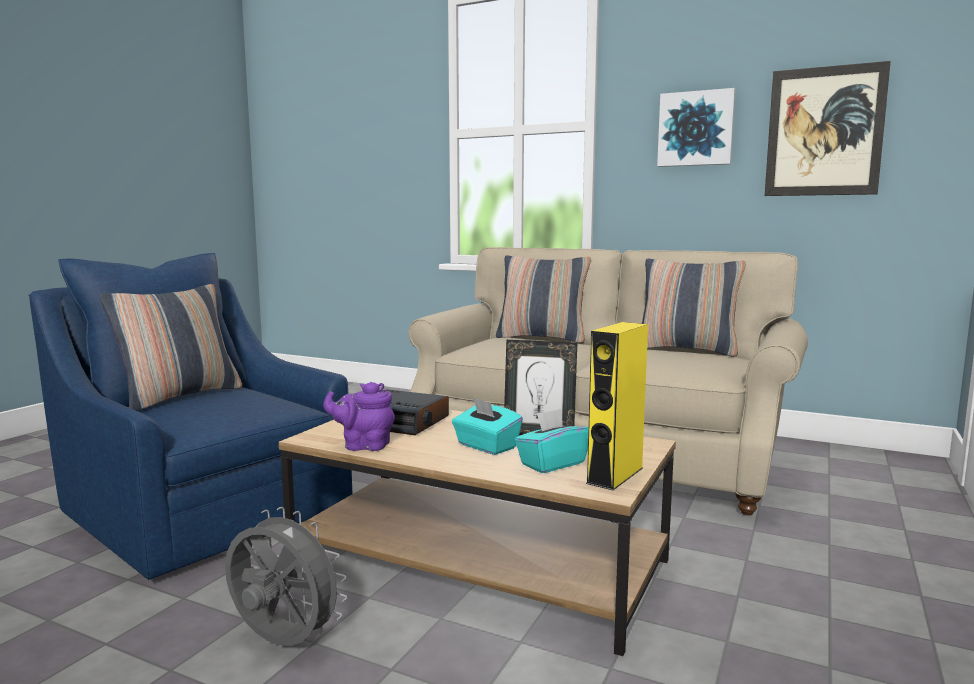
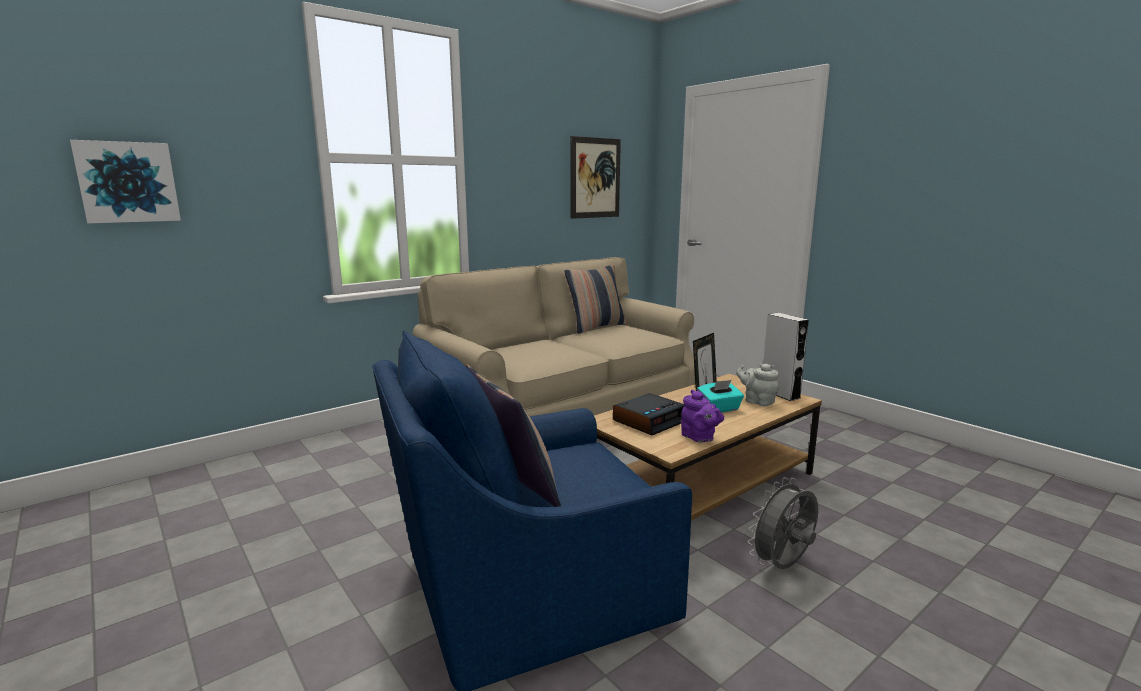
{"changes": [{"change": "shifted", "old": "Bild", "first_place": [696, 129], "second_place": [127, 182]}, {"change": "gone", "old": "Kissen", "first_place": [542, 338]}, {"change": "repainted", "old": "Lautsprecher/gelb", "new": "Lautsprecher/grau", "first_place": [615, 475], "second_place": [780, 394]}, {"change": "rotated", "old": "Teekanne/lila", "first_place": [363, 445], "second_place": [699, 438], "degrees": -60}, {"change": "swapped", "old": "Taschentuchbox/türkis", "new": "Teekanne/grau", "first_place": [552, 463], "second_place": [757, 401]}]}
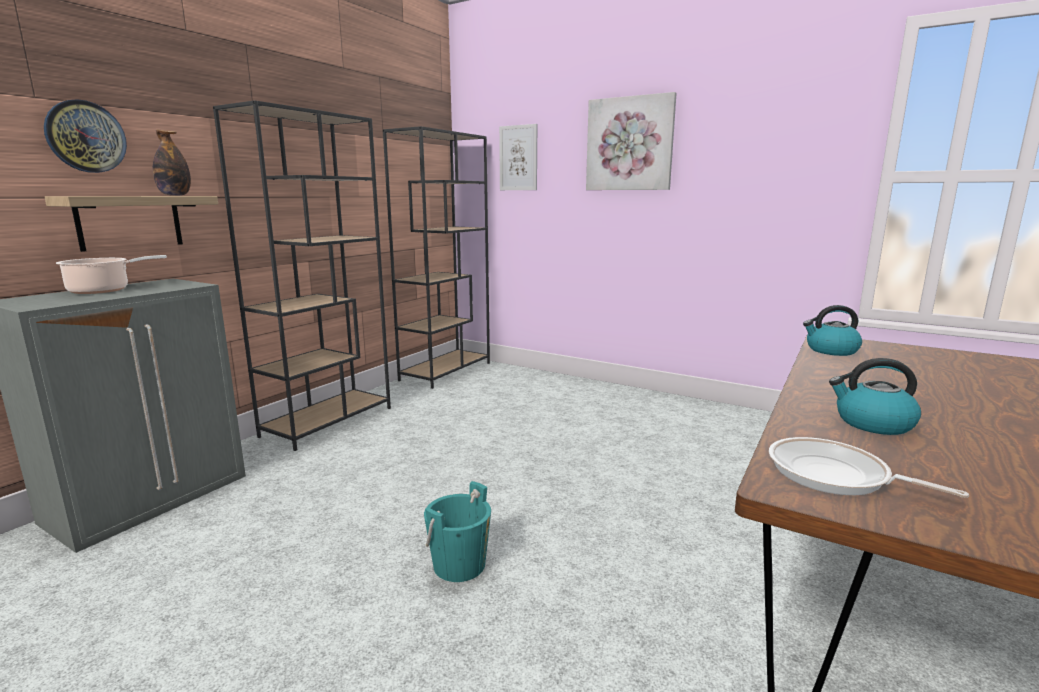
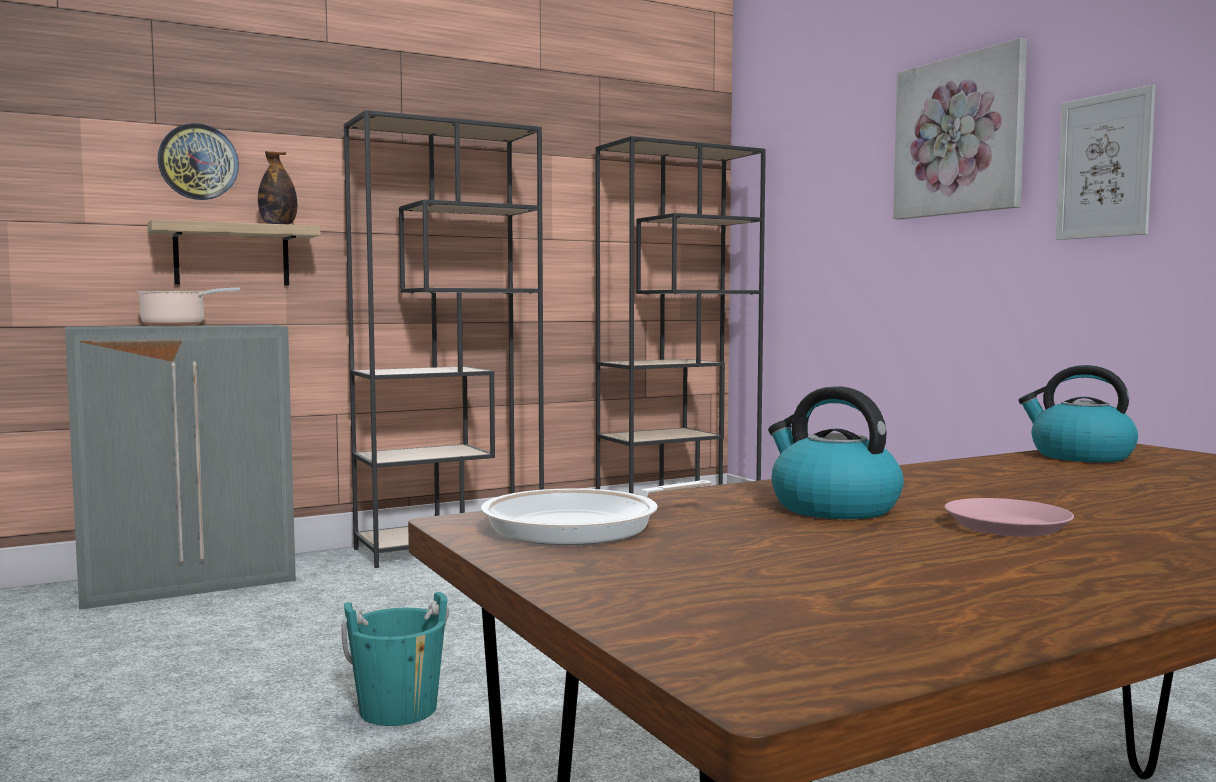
{"changes": [{"change": "shifted", "old": "Bild", "first_place": [518, 158], "second_place": [1104, 166]}, {"change": "rotated", "old": "Pfanne", "first_place": [834, 475], "second_place": [582, 526], "degrees": -105}, {"change": "new", "new": "Teller/rosa", "second_place": [1007, 526]}]}
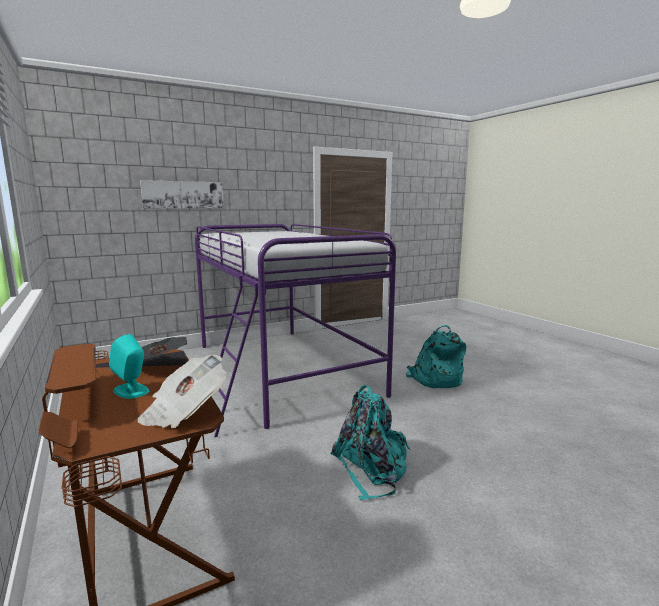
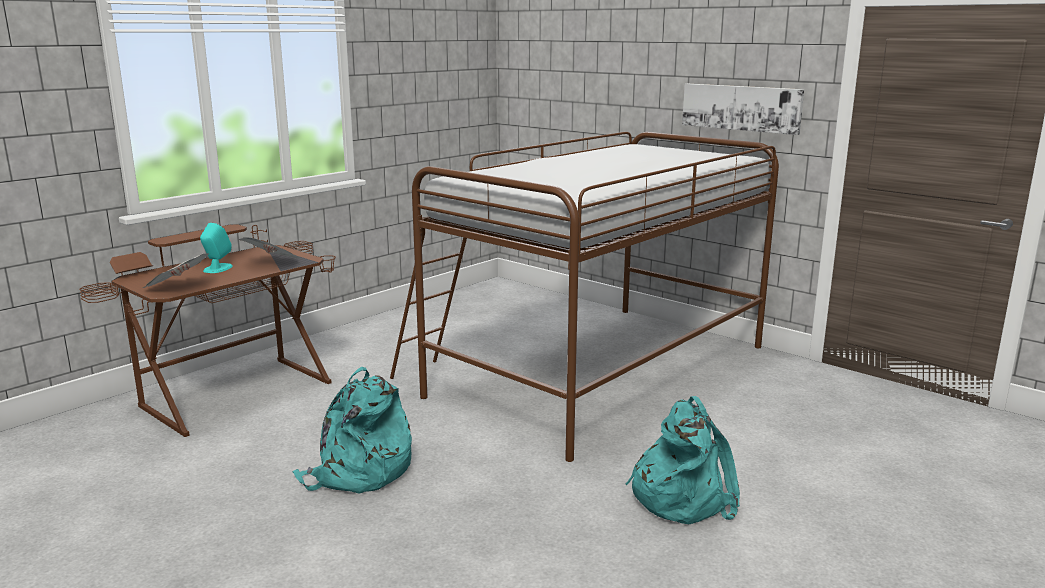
{"changes": [{"change": "shifted", "old": "Bild", "first_place": [183, 194], "second_place": [741, 108]}, {"change": "repainted", "old": "Bett/lila", "new": "Bett/braun", "first_place": [281, 370], "second_place": [597, 371]}]}
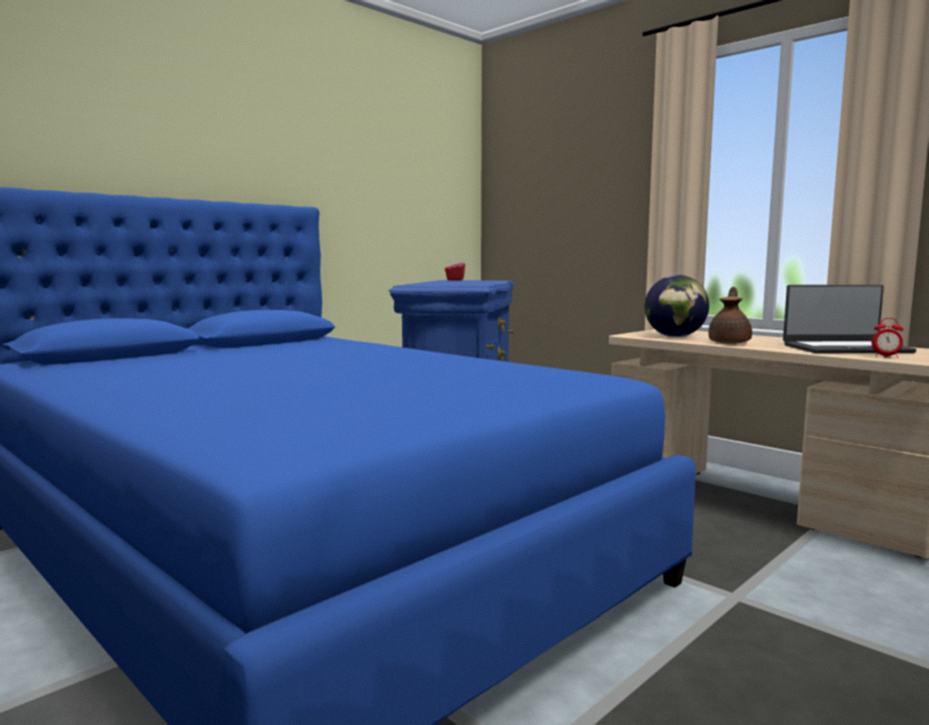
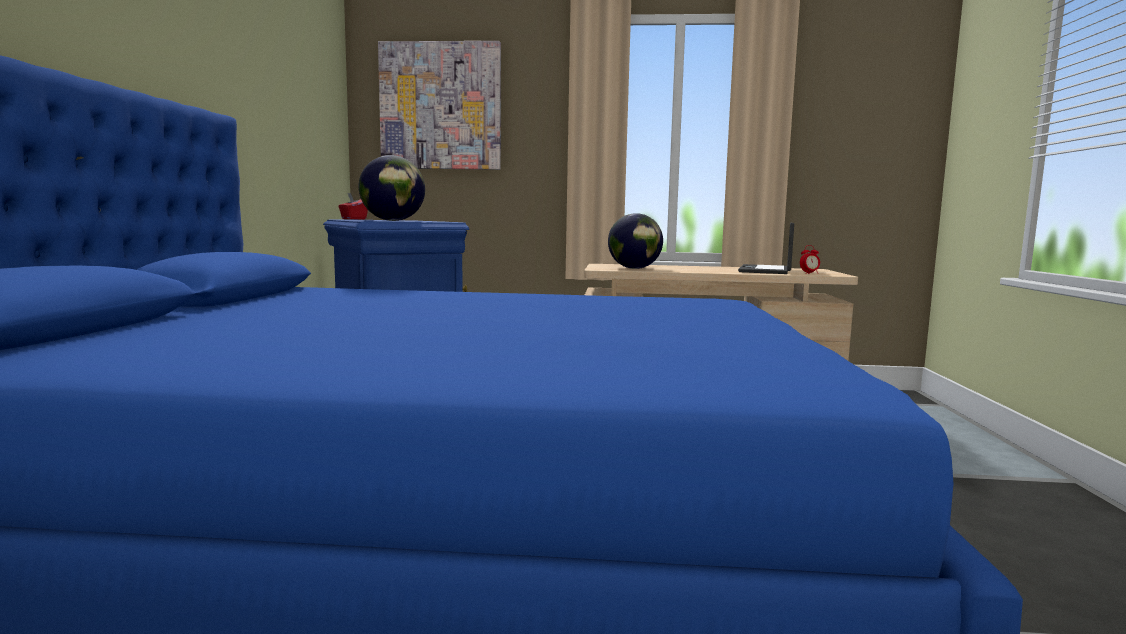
{"changes": [{"change": "rotated", "old": "Laptop", "first_place": [845, 348], "second_place": [766, 270], "degrees": 150}, {"change": "gone", "old": "Teekanne/braun", "first_place": [730, 343]}, {"change": "new", "new": "Bild", "second_place": [440, 106]}, {"change": "new", "new": "Globus", "second_place": [393, 220]}]}
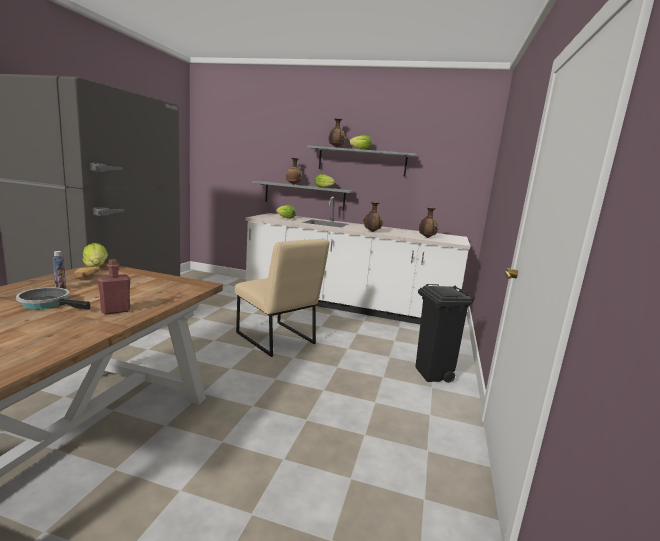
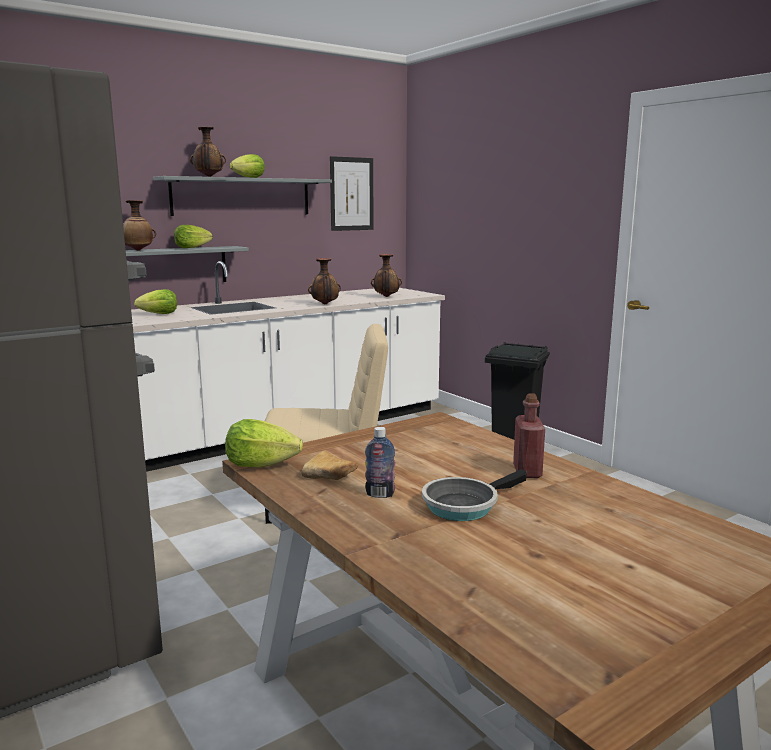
{"changes": [{"change": "new", "new": "Bild", "second_place": [351, 194]}]}
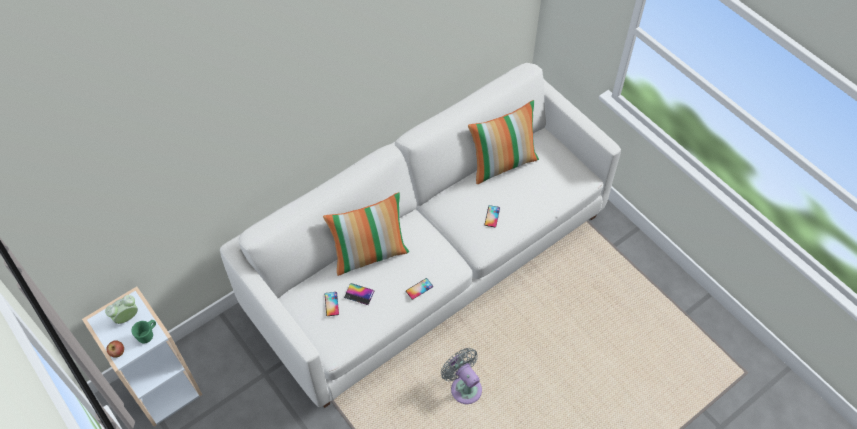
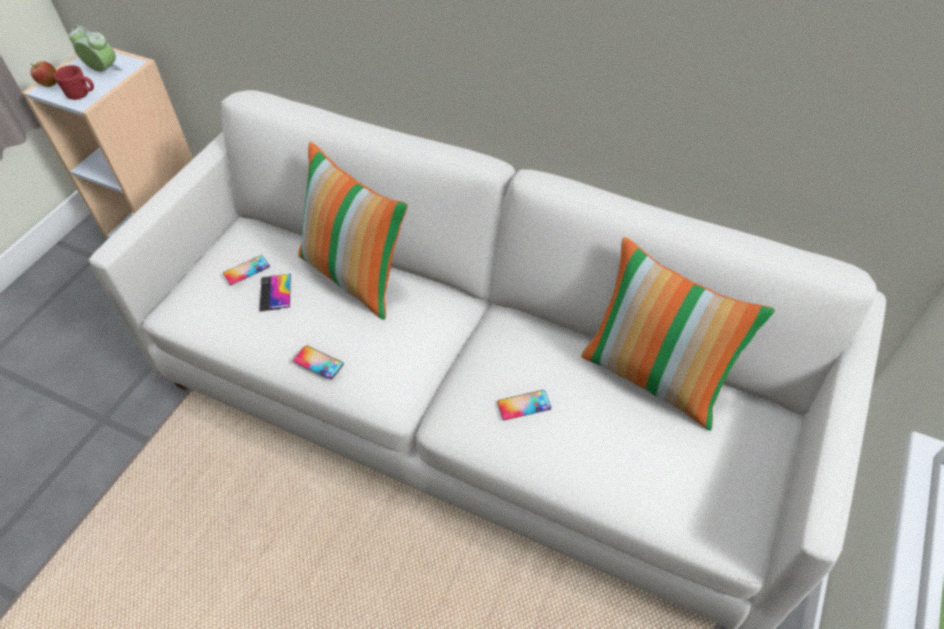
{"changes": [{"change": "repainted", "old": "Henkelbecher/grün", "new": "Henkelbecher/rot", "first_place": [148, 335], "second_place": [82, 95]}, {"change": "gone", "old": "Ventilator/grau", "first_place": [464, 387]}]}
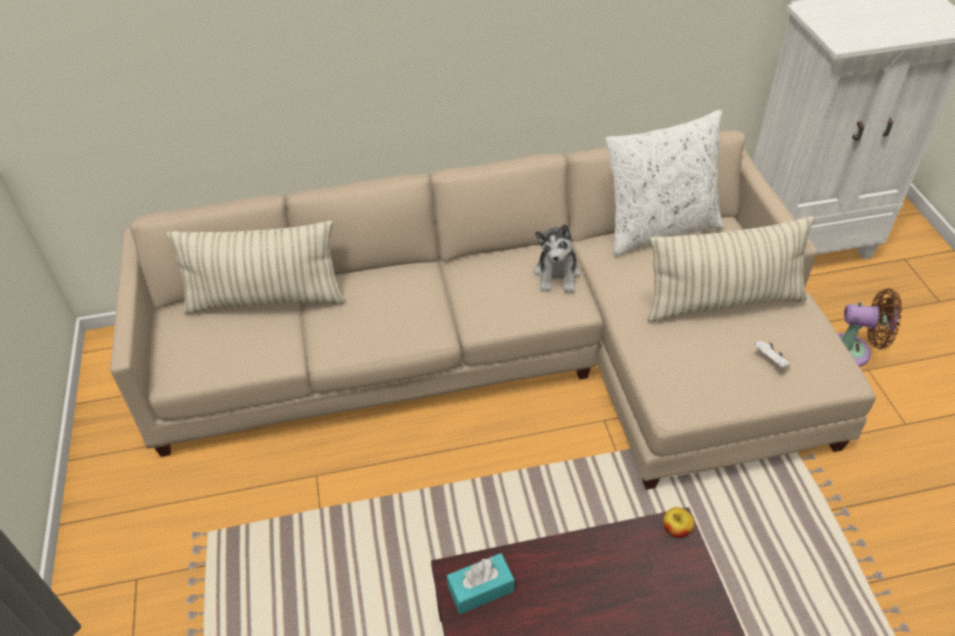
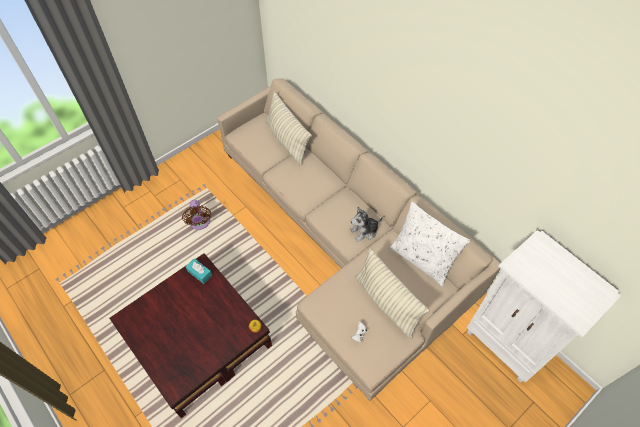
{"changes": [{"change": "shifted", "old": "Ventilator/braun", "first_place": [853, 351], "second_place": [200, 223]}]}
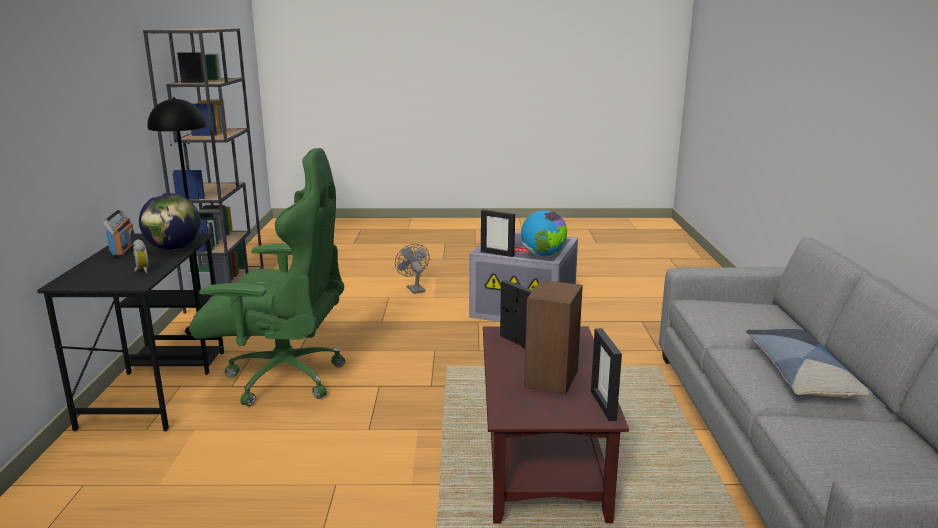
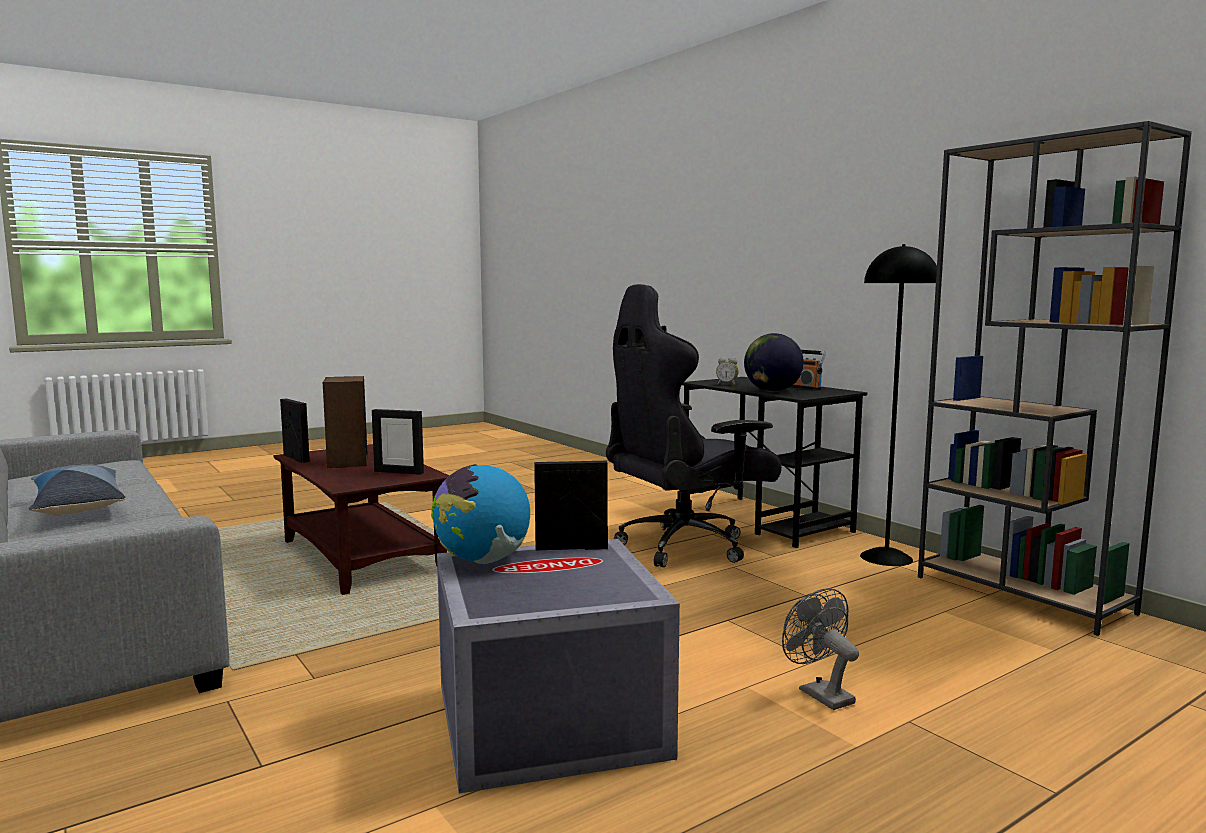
{"changes": [{"change": "repainted", "old": "Bürostuhl/grün", "new": "Bürostuhl/schwarz", "first_place": [278, 378], "second_place": [689, 546]}, {"change": "rotated", "old": "Ventilator/grau", "first_place": [414, 288], "second_place": [819, 693], "degrees": -150}]}
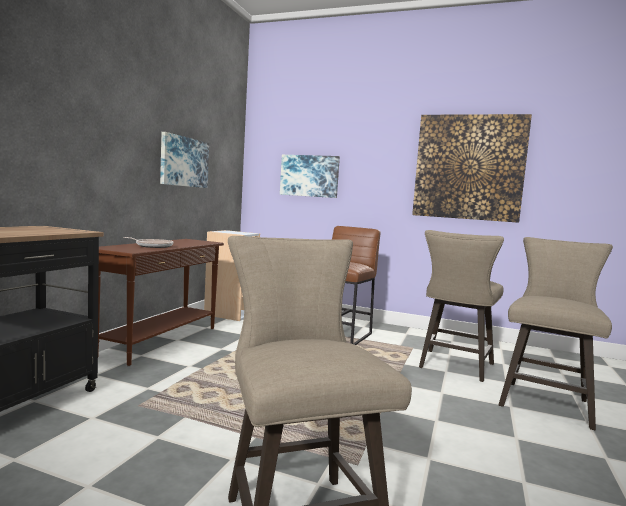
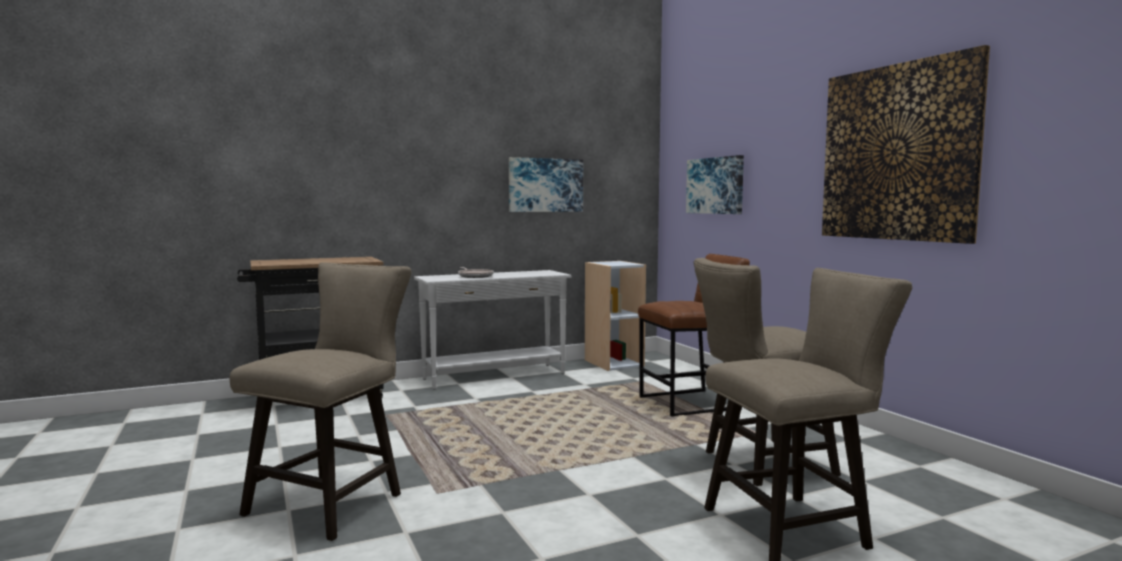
{"changes": [{"change": "repainted", "old": "Konsolentisch/braun", "new": "Konsolentisch/weiß", "first_place": [160, 341], "second_place": [495, 376]}]}
